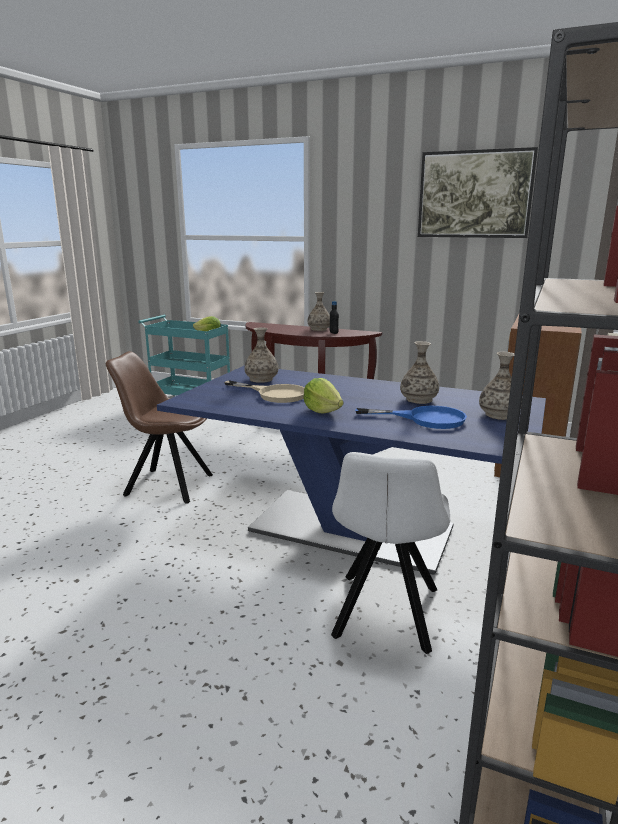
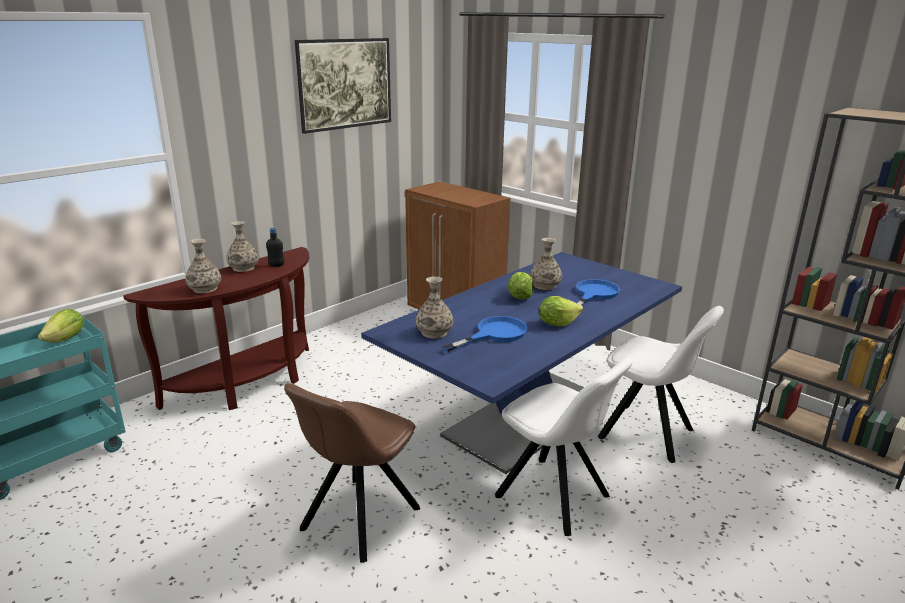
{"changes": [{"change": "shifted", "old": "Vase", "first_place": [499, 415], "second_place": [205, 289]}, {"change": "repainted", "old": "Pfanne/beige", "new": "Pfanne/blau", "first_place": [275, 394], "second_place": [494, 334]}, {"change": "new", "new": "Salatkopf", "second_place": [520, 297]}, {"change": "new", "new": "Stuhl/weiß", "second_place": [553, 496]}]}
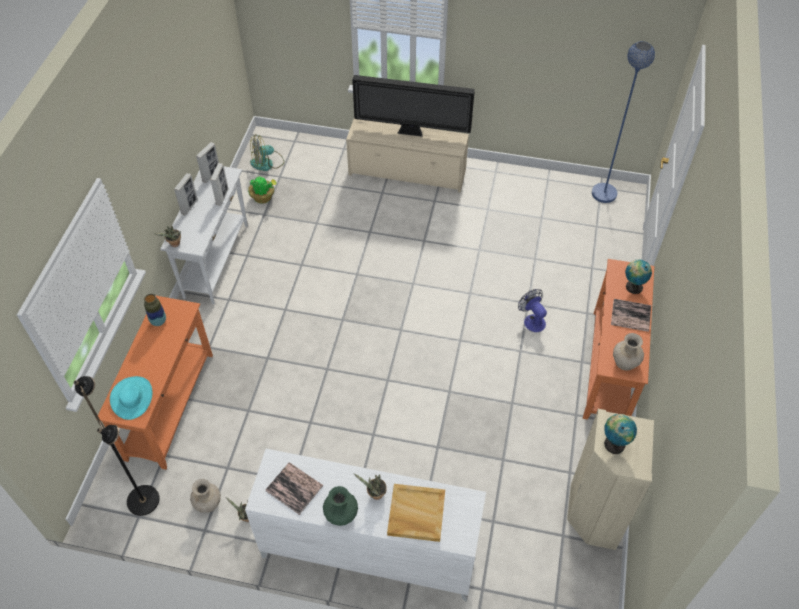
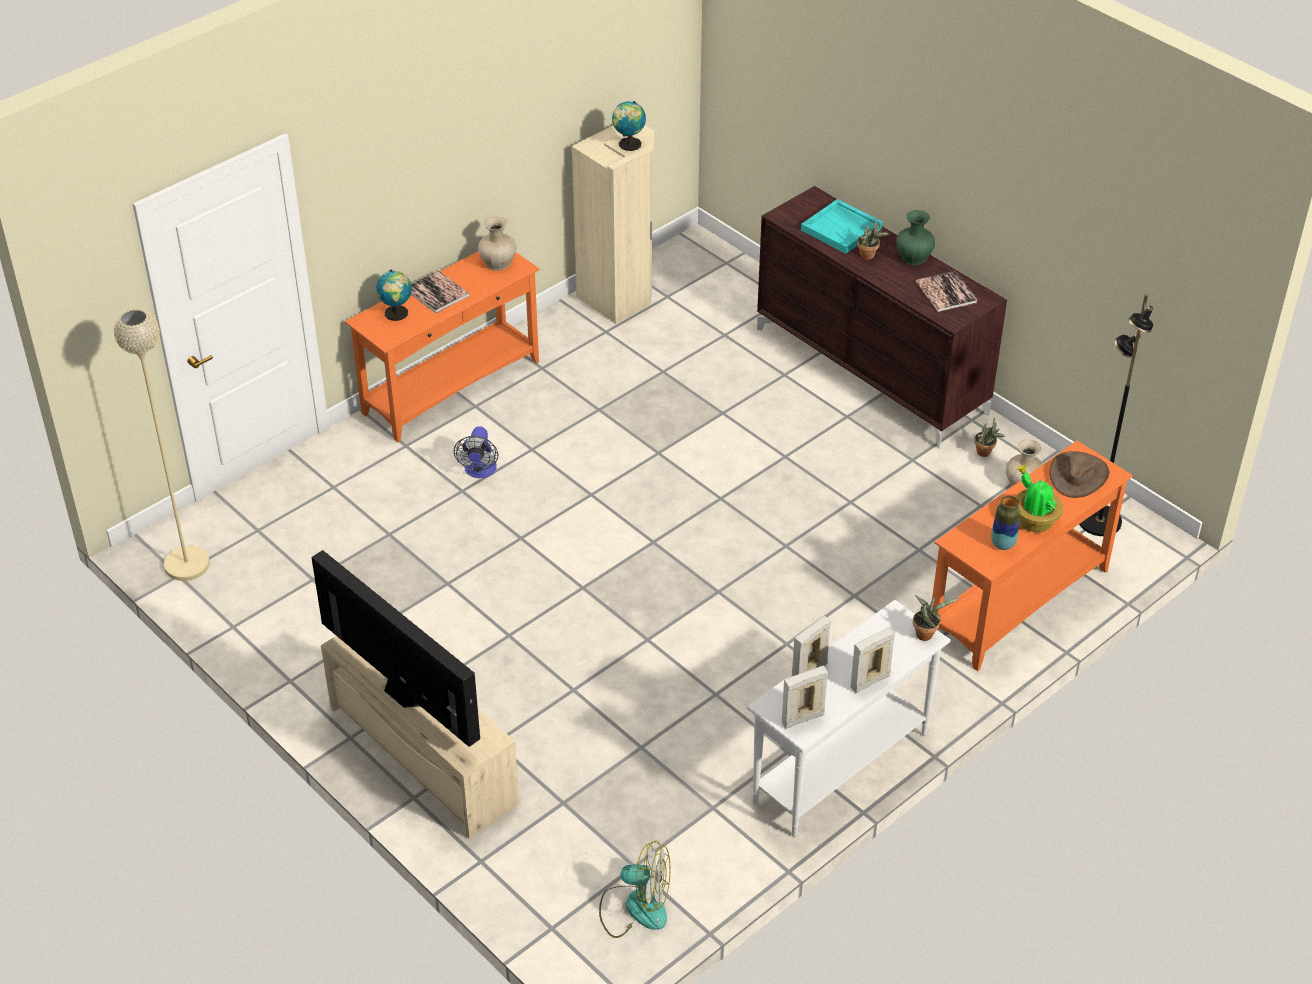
{"changes": [{"change": "repainted", "old": "Stehlampe/blau", "new": "Stehlampe/beige", "first_place": [604, 193], "second_place": [186, 565]}, {"change": "shifted", "old": "Topfpflanze", "first_place": [263, 198], "second_place": [1033, 520]}, {"change": "repainted", "old": "Hut/türkis", "new": "Hut/braun", "first_place": [132, 398], "second_place": [1078, 475]}, {"change": "repainted", "old": "Kommode/weiß", "new": "Kommode/braun", "first_place": [369, 550], "second_place": [871, 371]}, {"change": "repainted", "old": "Tablett/beige", "new": "Tablett/türkis", "first_place": [415, 514], "second_place": [842, 229]}]}
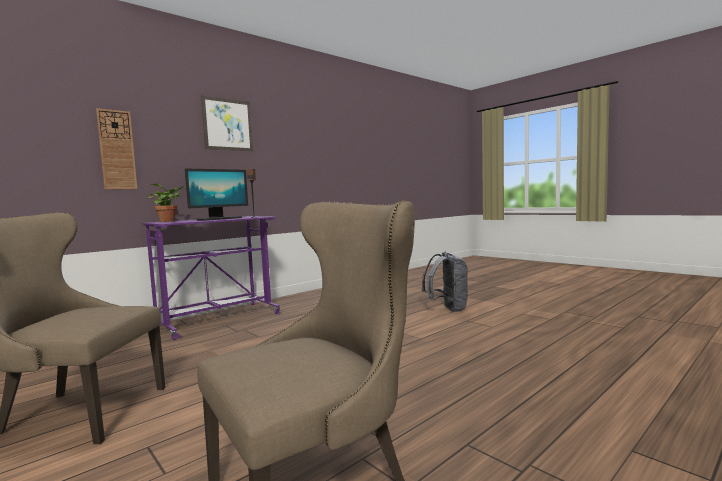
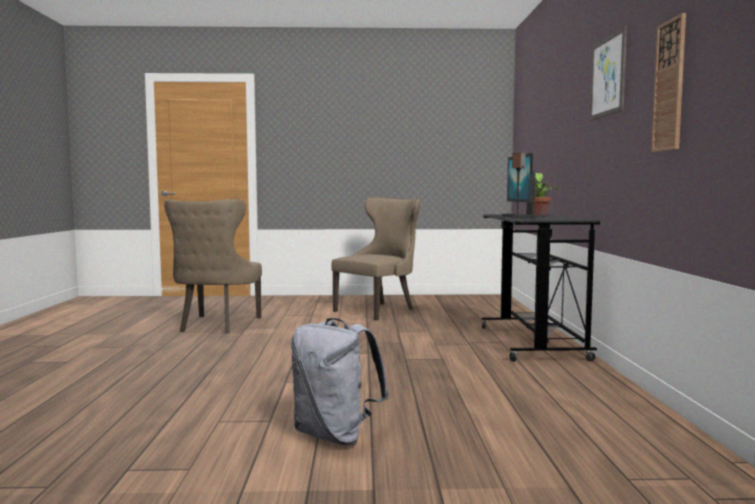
{"changes": [{"change": "shifted", "old": "Wanduhr", "first_place": [117, 150], "second_place": [669, 86]}, {"change": "repainted", "old": "Schreibtisch/lila", "new": "Schreibtisch/schwarz", "first_place": [218, 319], "second_place": [532, 343]}]}
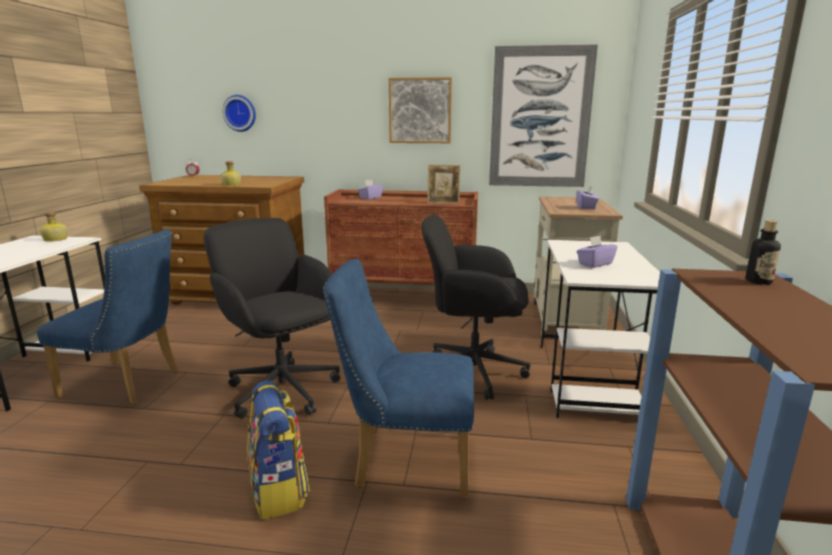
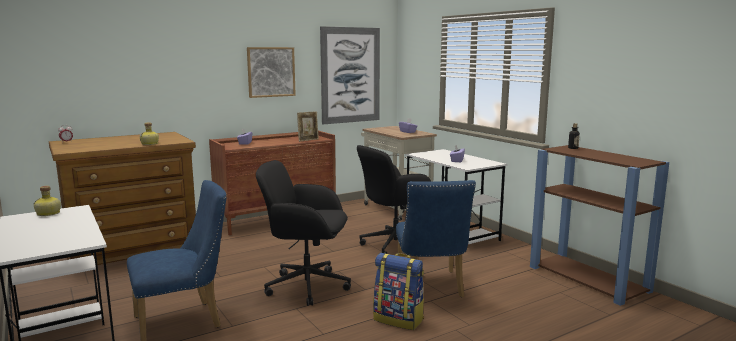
{"changes": [{"change": "gone", "old": "Wanduhr", "first_place": [240, 113]}, {"change": "rotated", "old": "Stuhl/blau", "first_place": [404, 460], "second_place": [431, 288], "degrees": -60}]}
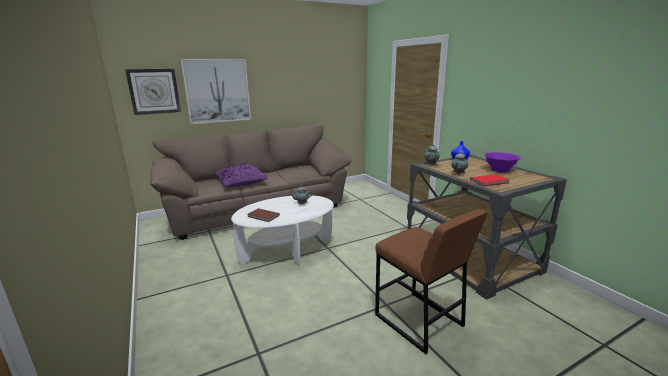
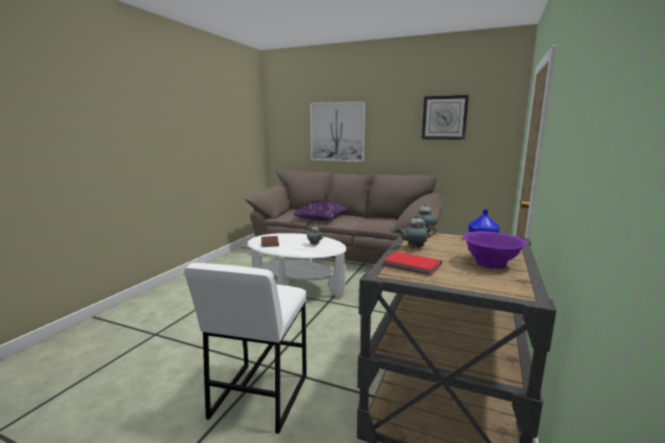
{"changes": [{"change": "shifted", "old": "Wanduhr", "first_place": [154, 91], "second_place": [444, 117]}, {"change": "repainted", "old": "Hocker/braun", "new": "Hocker/weiß", "first_place": [420, 321], "second_place": [259, 397]}]}
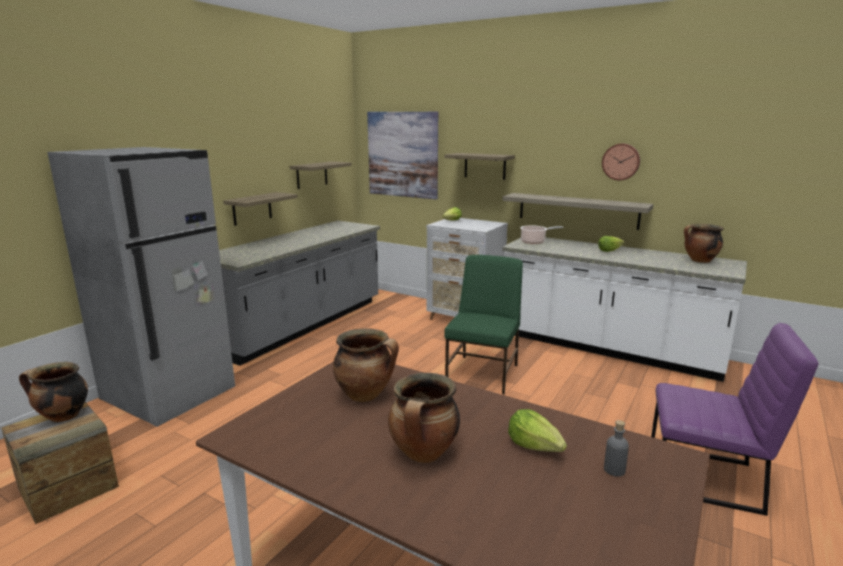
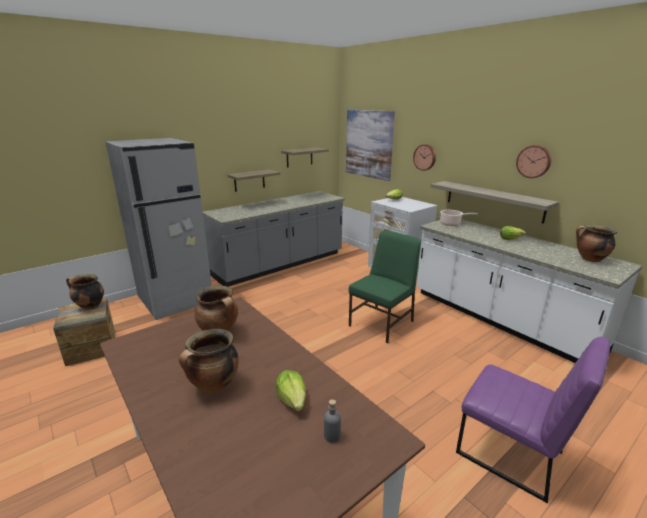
{"changes": [{"change": "swapped", "old": "Wandregal", "new": "Wanduhr", "first_place": [485, 166], "second_place": [425, 157]}]}
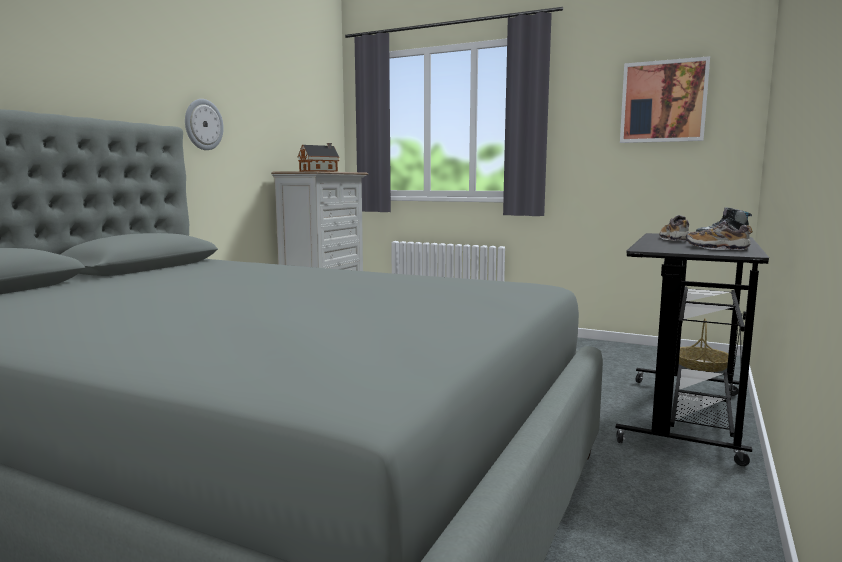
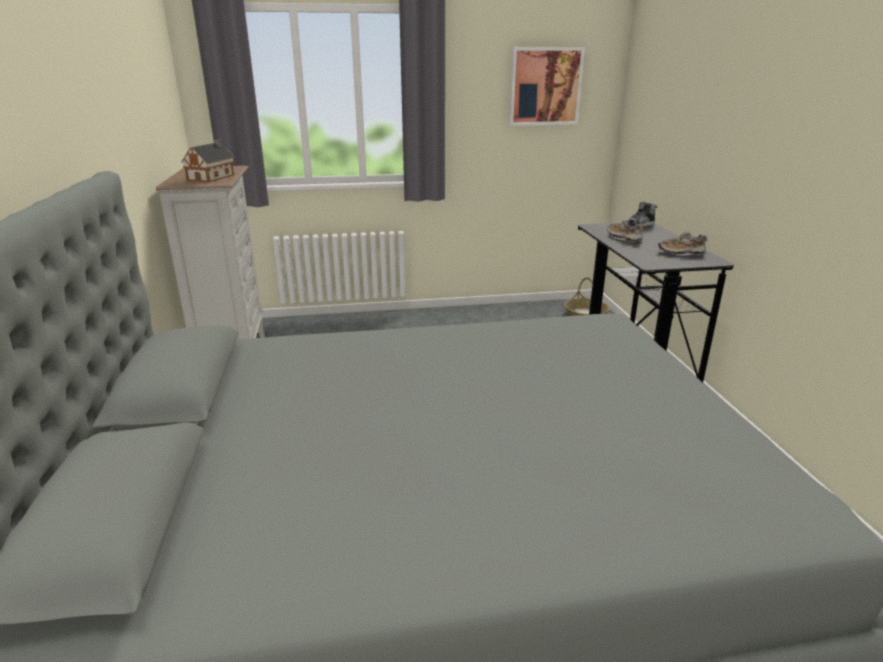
{"changes": [{"change": "gone", "old": "Wanduhr", "first_place": [203, 124]}]}
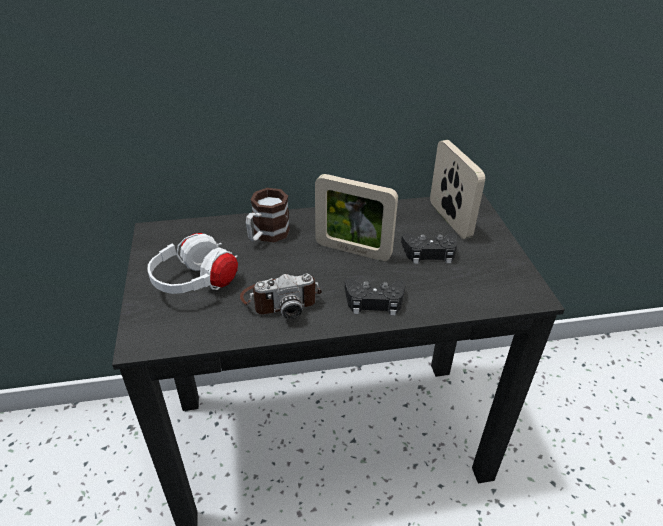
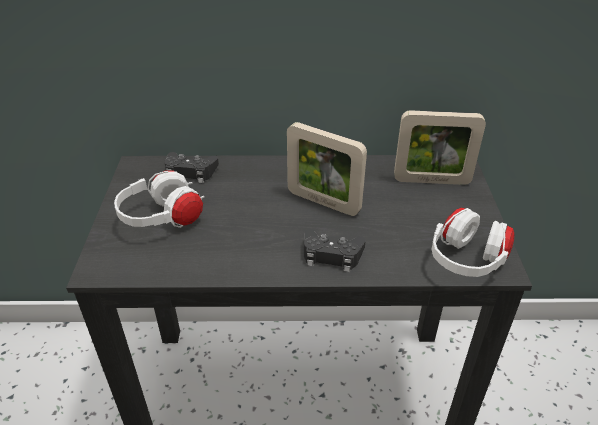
{"changes": [{"change": "rotated", "old": "Bilderrahmen", "first_place": [449, 220], "second_place": [431, 180], "degrees": 105}, {"change": "gone", "old": "Henkelbecher", "first_place": [266, 235]}, {"change": "shifted", "old": "Gamepad/schwarz", "first_place": [429, 252], "second_place": [190, 172]}, {"change": "gone", "old": "Kamera", "first_place": [280, 299]}, {"change": "new", "new": "Kopfhörer/weiß", "second_place": [466, 262]}]}
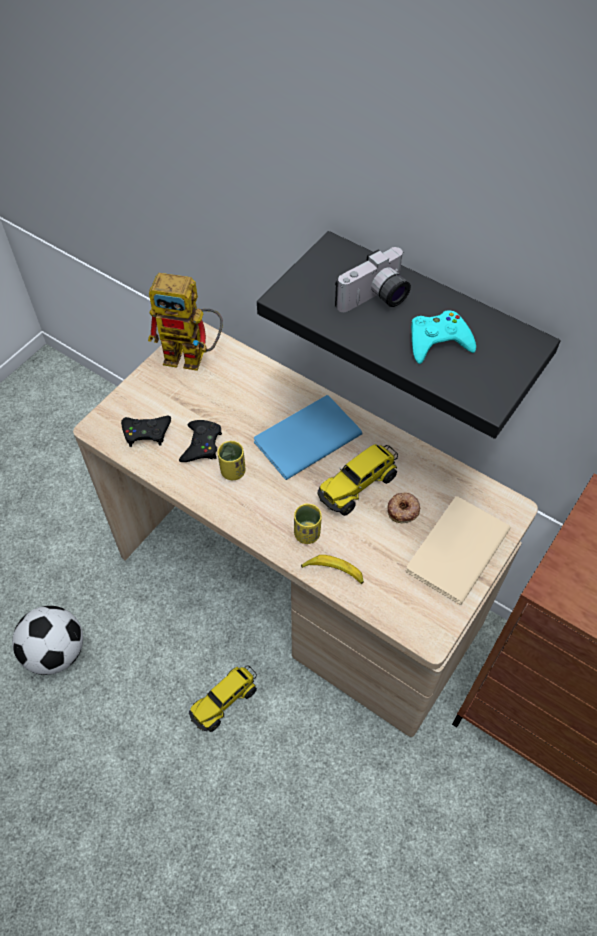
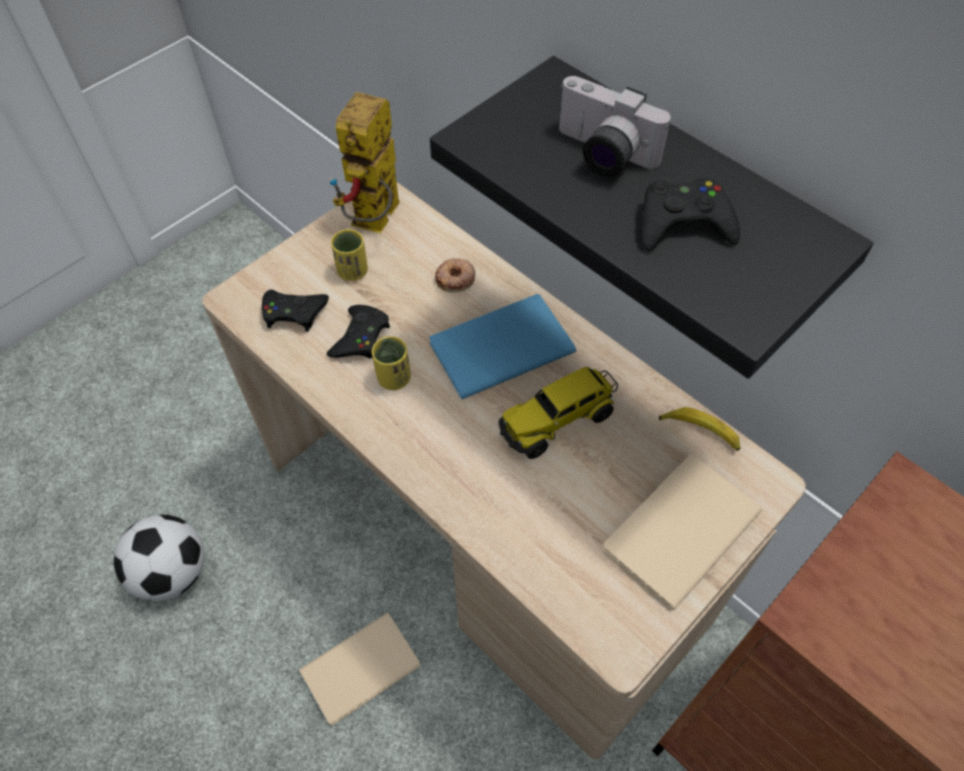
{"changes": [{"change": "rotated", "old": "Kamera", "first_place": [375, 300], "second_place": [601, 154], "degrees": 60}, {"change": "rotated", "old": "Spielzeugroboter", "first_place": [193, 356], "second_place": [376, 223], "degrees": 90}, {"change": "repainted", "old": "Gamepad/türkis", "new": "Gamepad/schwarz", "first_place": [438, 341], "second_place": [683, 223]}, {"change": "shifted", "old": "Donut", "first_place": [403, 510], "second_place": [456, 278]}, {"change": "shifted", "old": "Tasse/gelb", "first_place": [307, 534], "second_place": [353, 271]}, {"change": "shifted", "old": "Banane", "first_place": [333, 572], "second_place": [700, 432]}, {"change": "swapped", "old": "Spielzeuglaster", "new": "Buch/beige", "first_place": [224, 700], "second_place": [364, 669]}]}
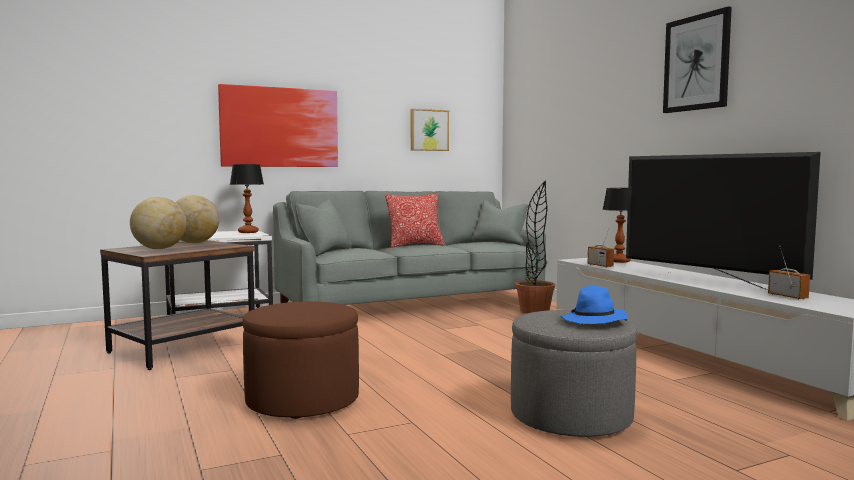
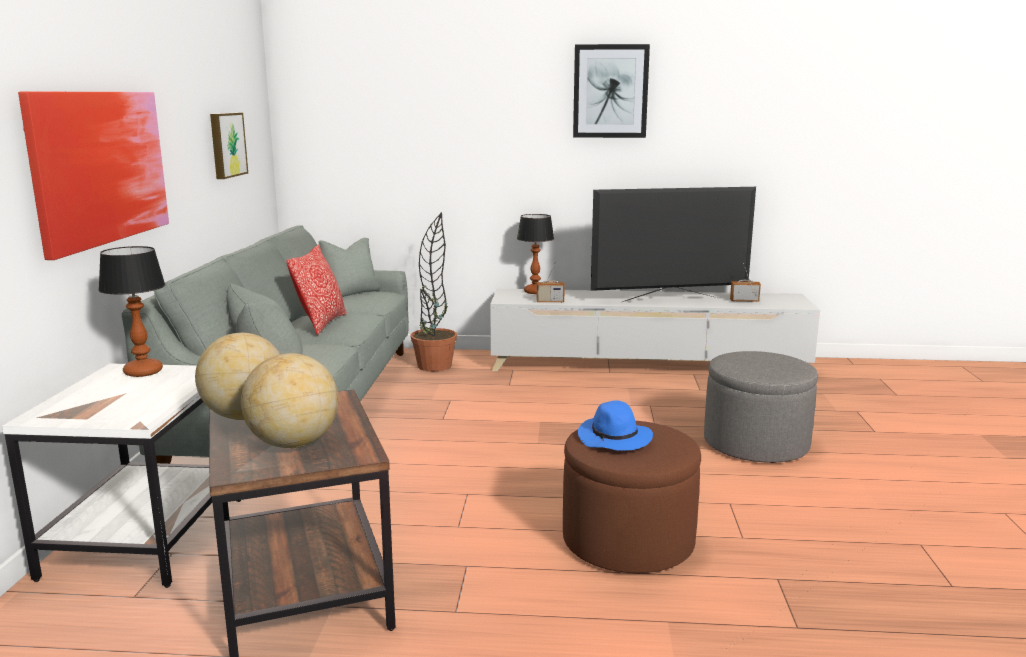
{"changes": [{"change": "shifted", "old": "Hut/blau", "first_place": [594, 321], "second_place": [615, 439]}]}
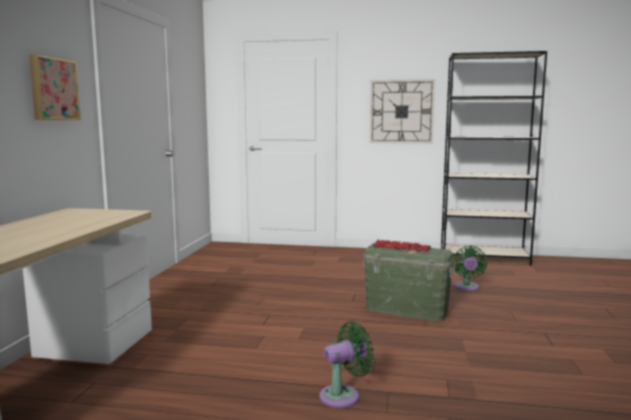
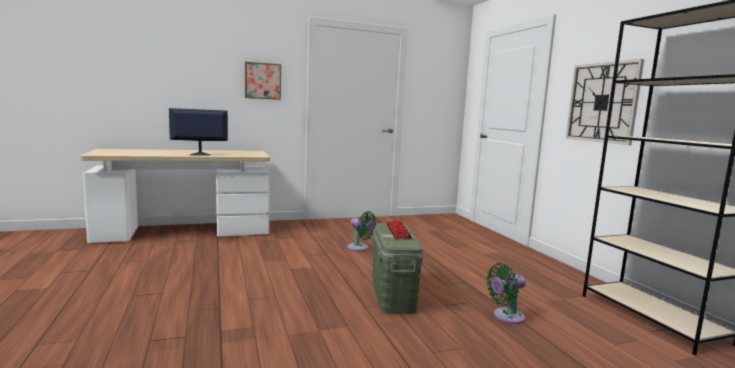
{"changes": [{"change": "shifted", "old": "Ventilator/grün", "first_place": [343, 395], "second_place": [360, 248]}, {"change": "new", "new": "Monitor", "second_place": [199, 154]}]}
